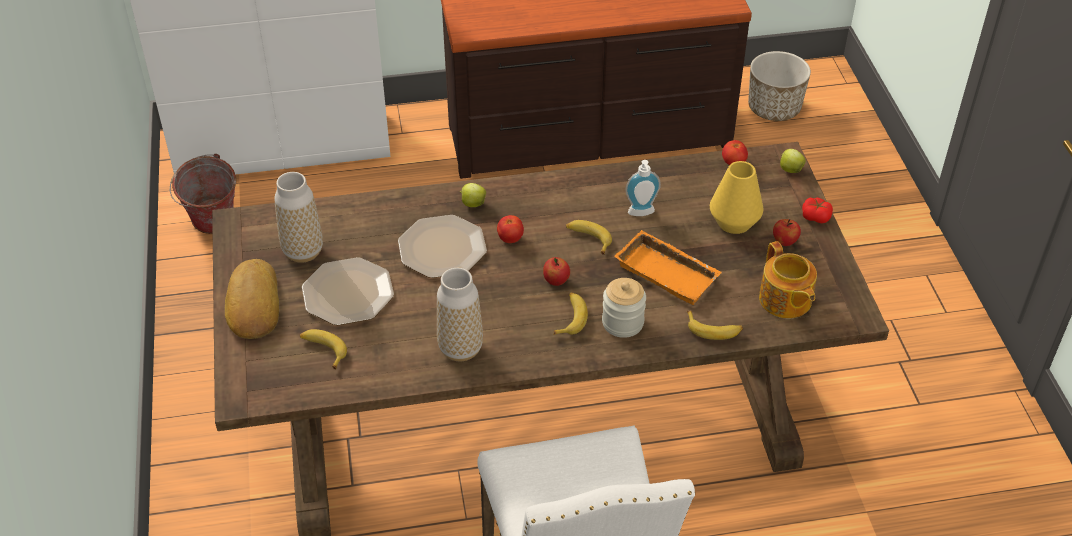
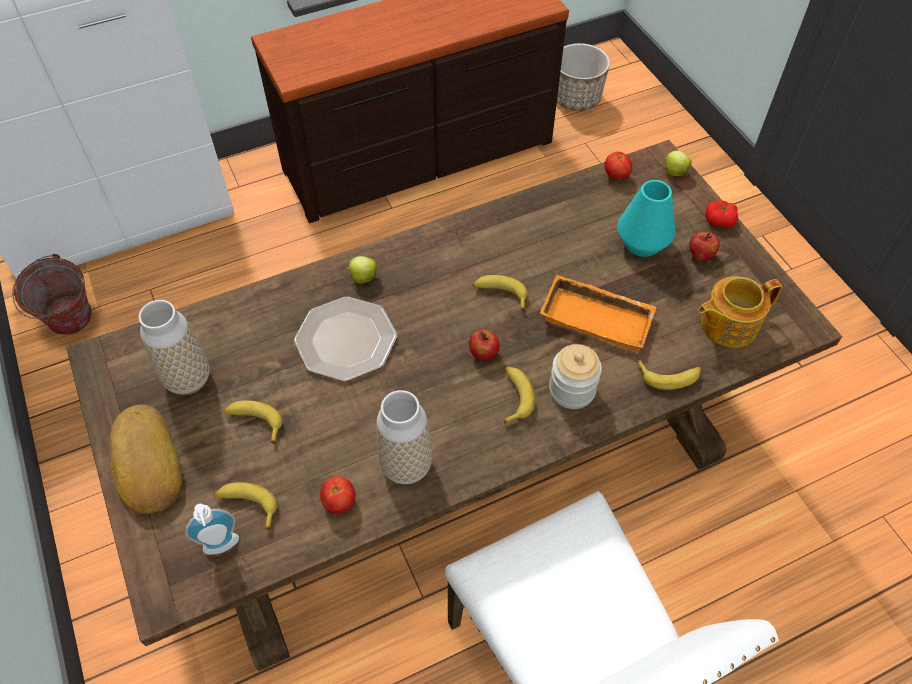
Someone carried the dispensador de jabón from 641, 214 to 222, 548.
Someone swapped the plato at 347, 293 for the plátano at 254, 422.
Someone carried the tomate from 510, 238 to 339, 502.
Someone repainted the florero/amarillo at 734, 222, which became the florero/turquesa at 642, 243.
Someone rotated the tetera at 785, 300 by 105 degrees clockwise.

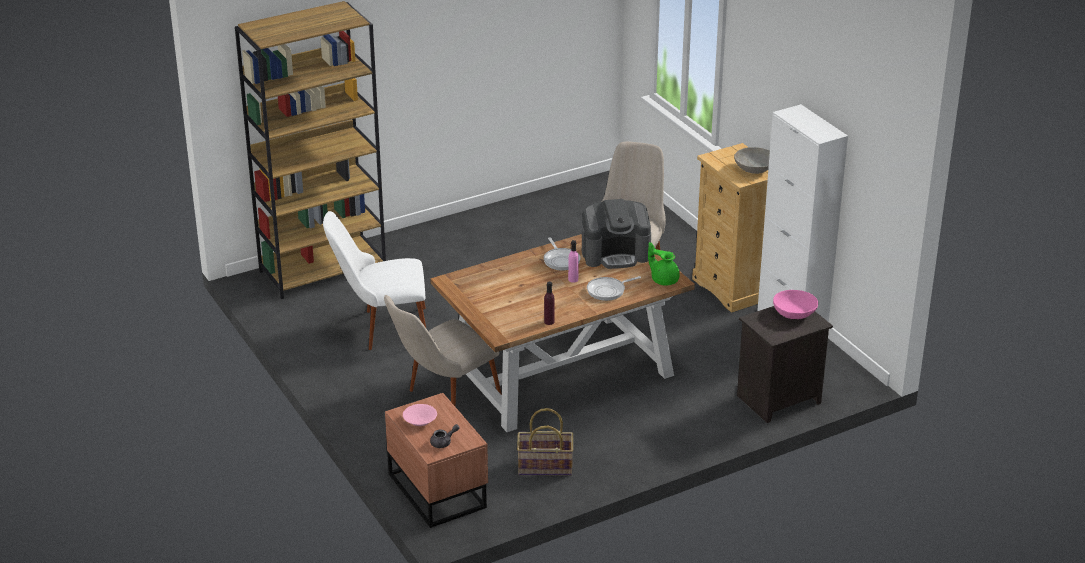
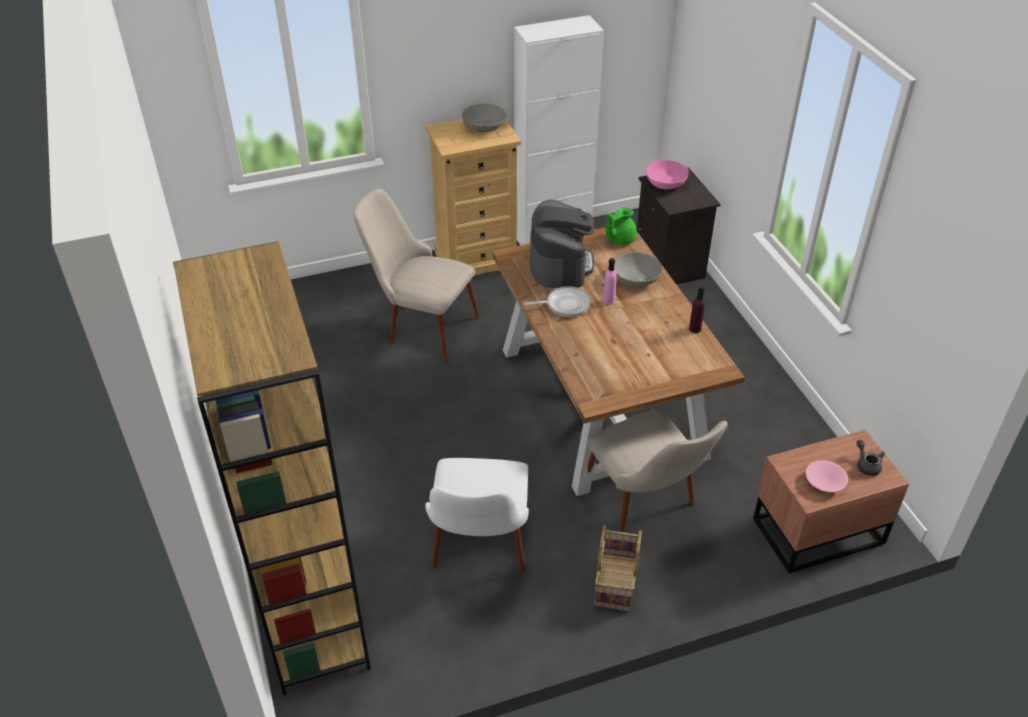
Someone carried the cesta from 544, 467 to 616, 583.
Someone swapped the sartén at 608, 291 for the cuenco/gris at 636, 279.

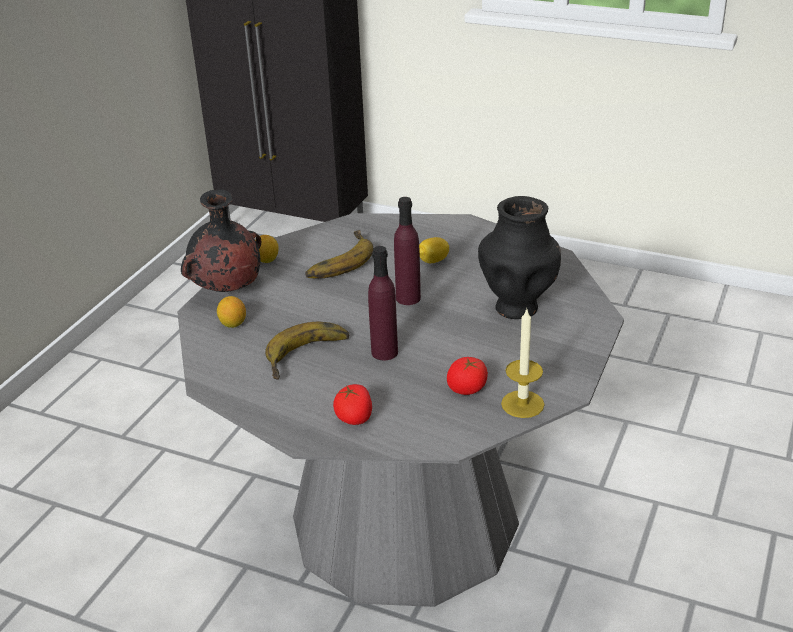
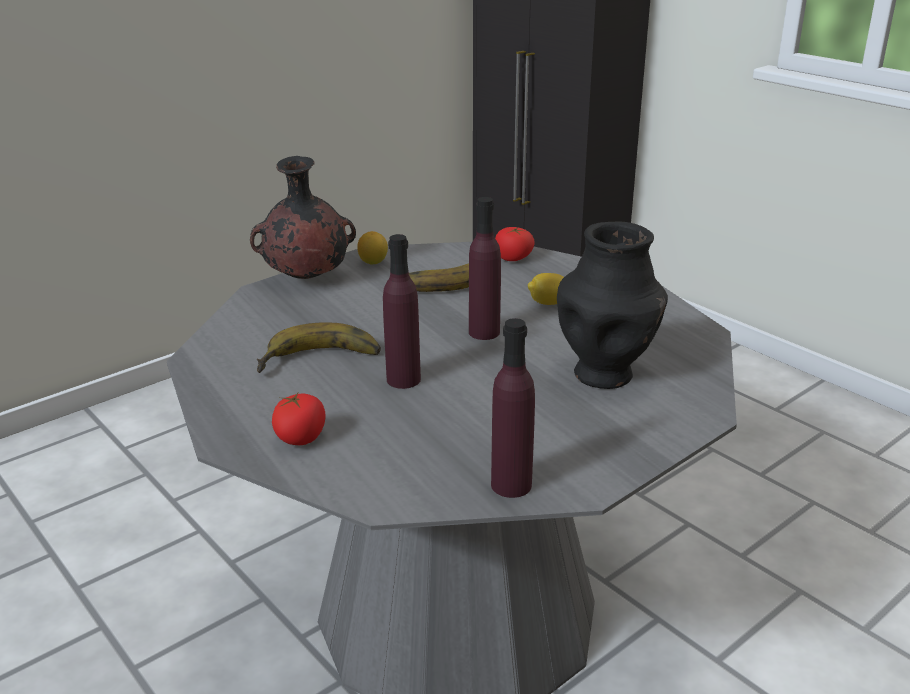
Someone swapped the vela at 522, 404 for the botella/morado at 511, 485.
Someone carried the tomate from 467, 389 to 513, 258.
Someone took away the limón at 233, 324.

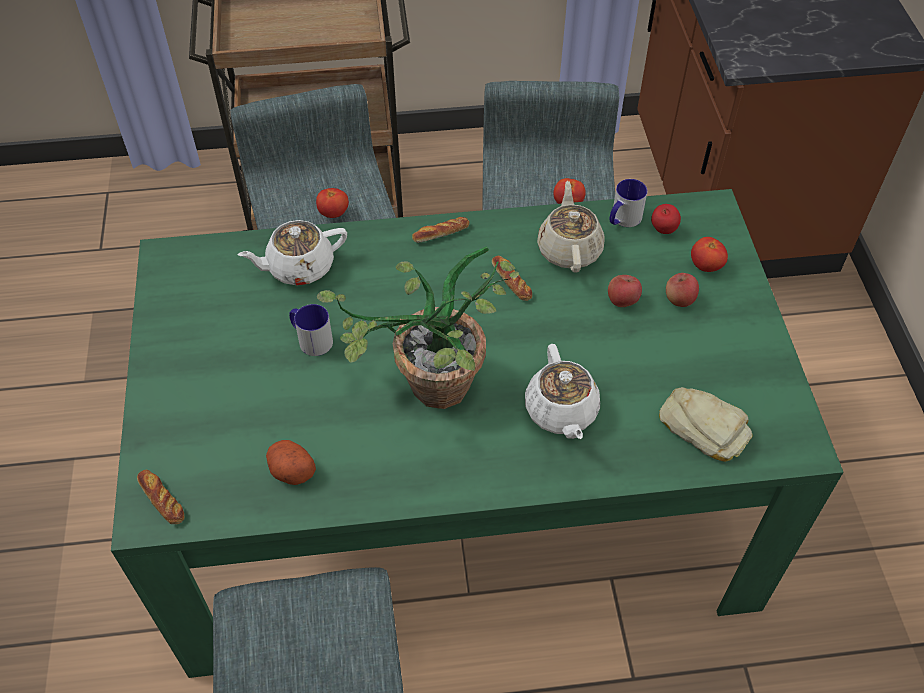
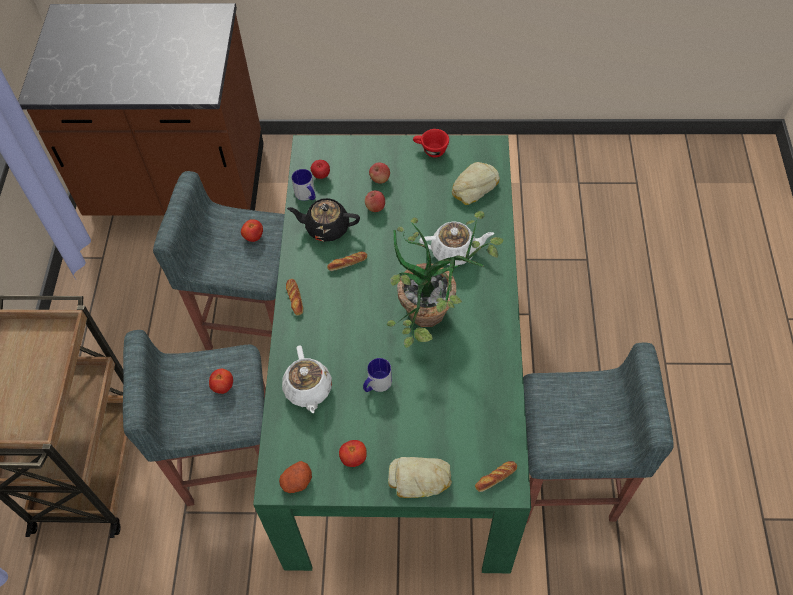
Someone carried the patata from 291, 470 to 297, 482.
Someone repainted the tetera/beis at 569, 249, which became the tetera/negro at 326, 227.
Someone carried the tomate from 705, 266 to 353, 458.
Someone put down the pan at 420, 480.
Someone put down the taza/rojo at 430, 150.

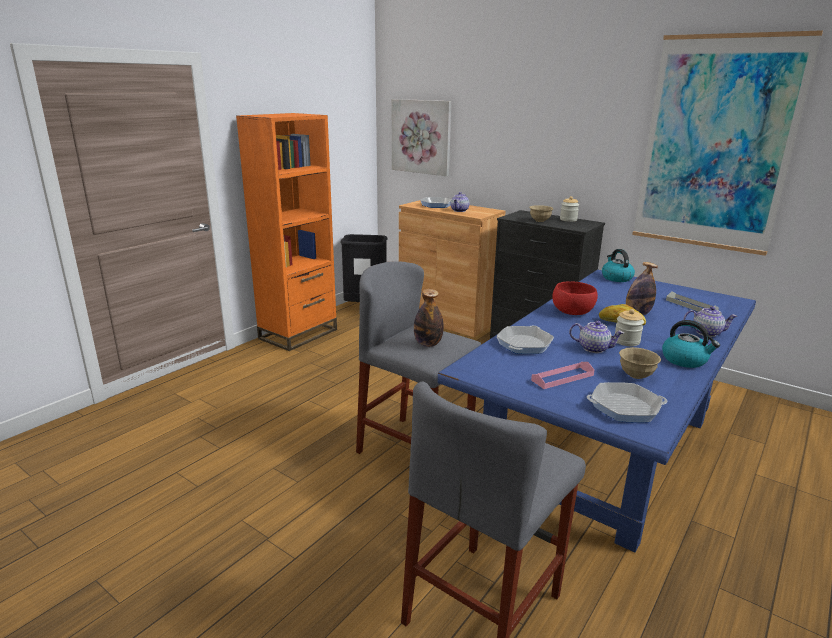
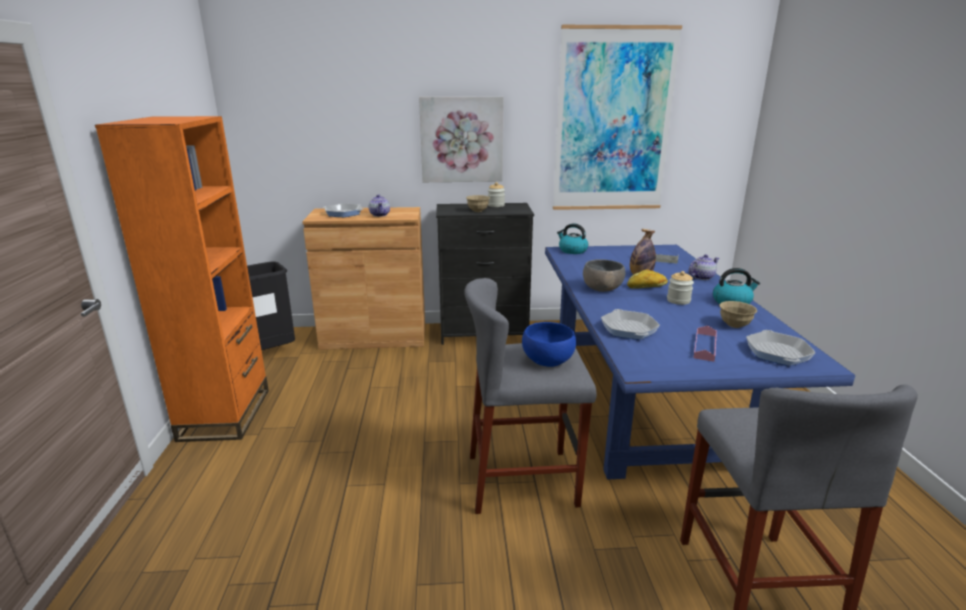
Someone carried the cuadro from 421, 137 to 461, 140.
Someone swapped the botella at 428, 344 for the cuenco/azul at 547, 360.
Someone repainted the cuenco/rojo at 572, 312, which became the cuenco/gris at 602, 288.
Someone rotated the sartén at 625, 407 by 45 degrees counterclockwise.
Someone took away the tetera at 594, 348.

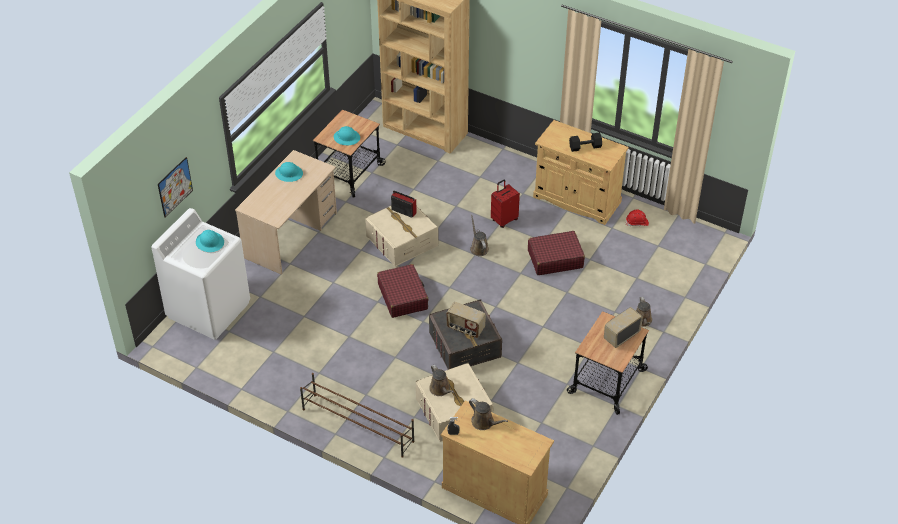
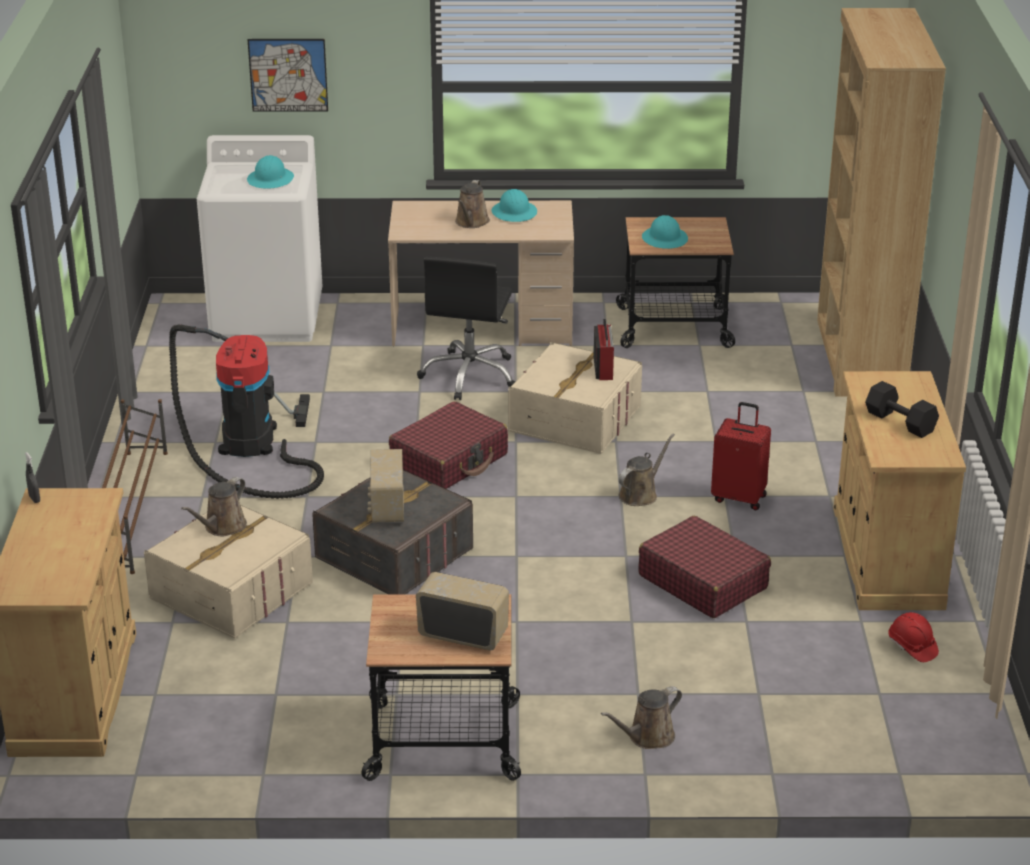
Someone put down the aspiradora at 249, 445.
Someone put down the silla de oficina/negro at 470, 375.
Someone carried the regadera/marrón from 484, 422 to 471, 222.

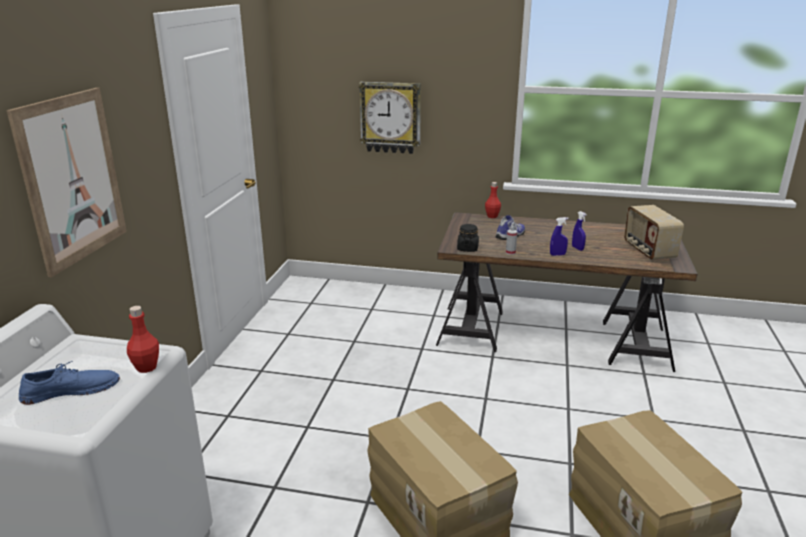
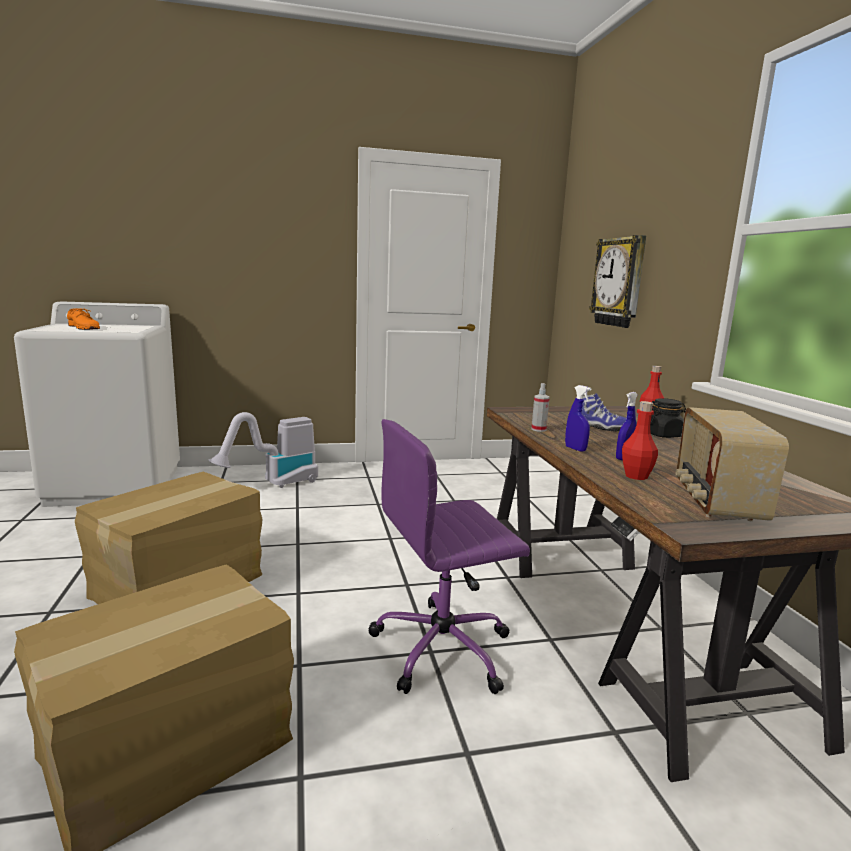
Someone repainted the zapato/azul at 71, 390, which became the zapato/naranja at 84, 327.
Someone put down the aspiradora at 274, 484.
Someone put down the silla de oficina/morado at 444, 648.
Someone carried the botella/rojo from 146, 367 to 636, 476.
Someone carried the tarro/negro from 467, 248 to 663, 435.
Someone rotated the radio at 648, 251 by 45 degrees counterclockwise.
Someone took away the cuadro at 72, 179.

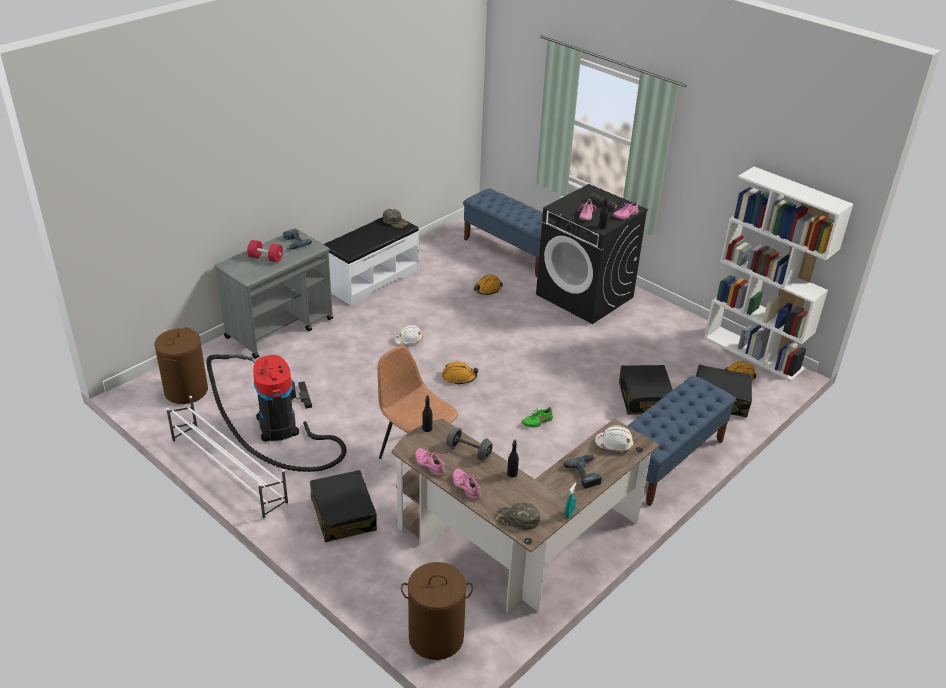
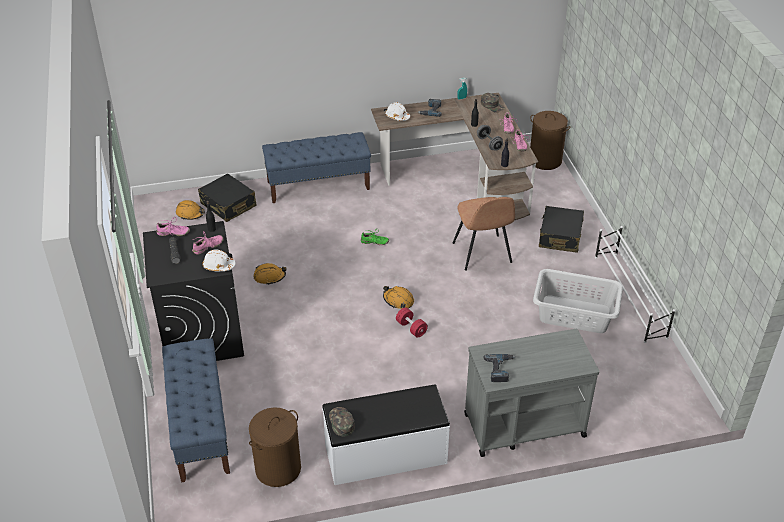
Someone carried the casco/blanco from 409, 340 to 218, 266.
Someone carried the cesto de la ropa/marrón from 186, 390 to 278, 469.
Someone carried the casco/naranja from 487, 289 to 269, 277.
Someone carried the mancuerna/rojo from 266, 258 to 411, 328.
Someone swapped the aspiradora at 280, 429 for the cesto de la ropa/gris at 575, 315.
Someone took away the maleta/negro at 644, 398.
Someone took away the estantería/blanco at 754, 353.

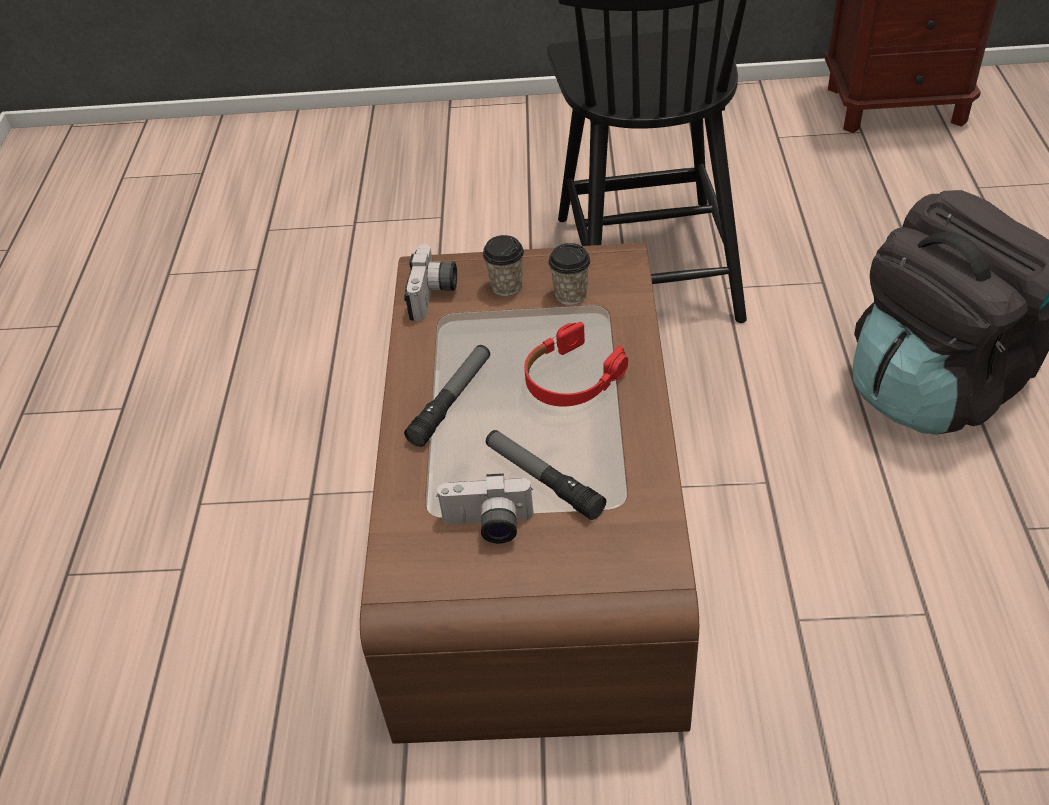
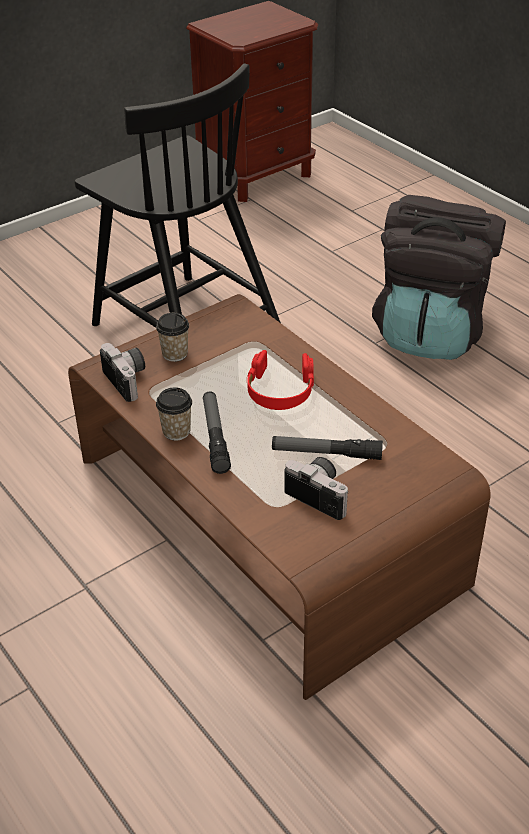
Someone carried the taza from 570, 295 to 176, 431.
Someone rotated the cámara at 488, 526 by 105 degrees counterclockwise.

